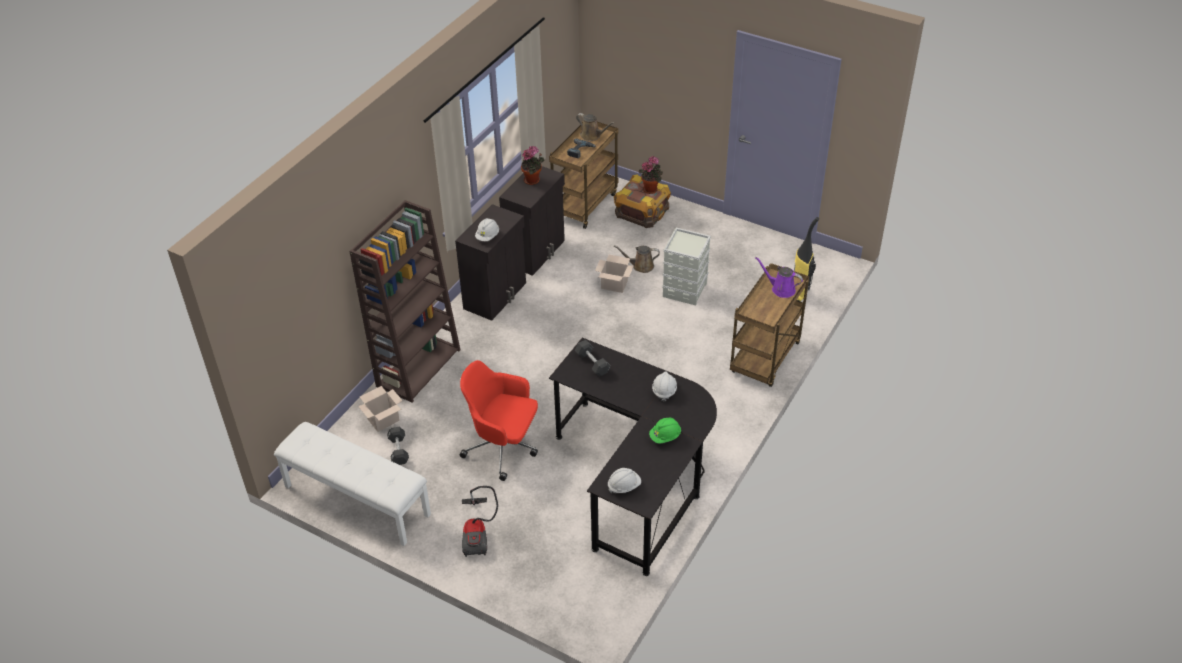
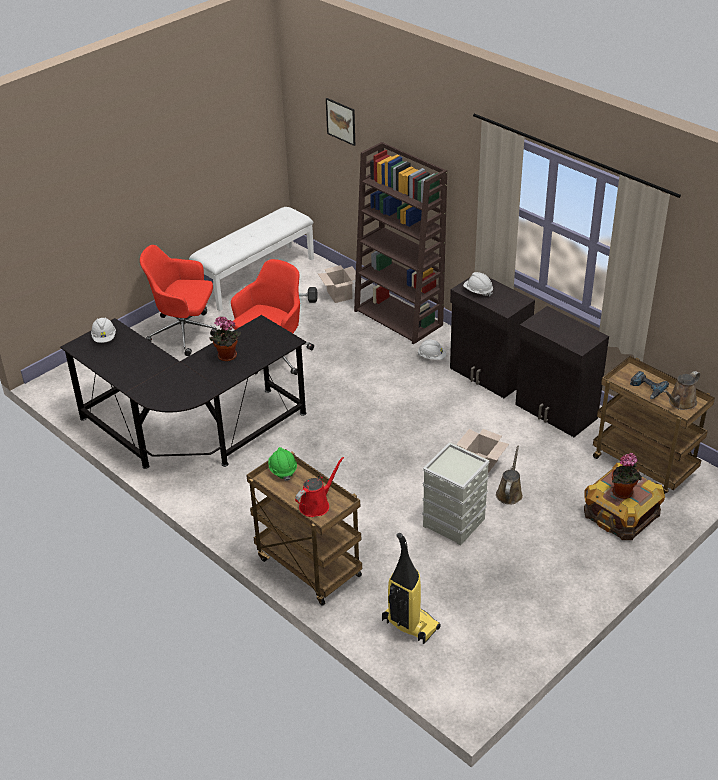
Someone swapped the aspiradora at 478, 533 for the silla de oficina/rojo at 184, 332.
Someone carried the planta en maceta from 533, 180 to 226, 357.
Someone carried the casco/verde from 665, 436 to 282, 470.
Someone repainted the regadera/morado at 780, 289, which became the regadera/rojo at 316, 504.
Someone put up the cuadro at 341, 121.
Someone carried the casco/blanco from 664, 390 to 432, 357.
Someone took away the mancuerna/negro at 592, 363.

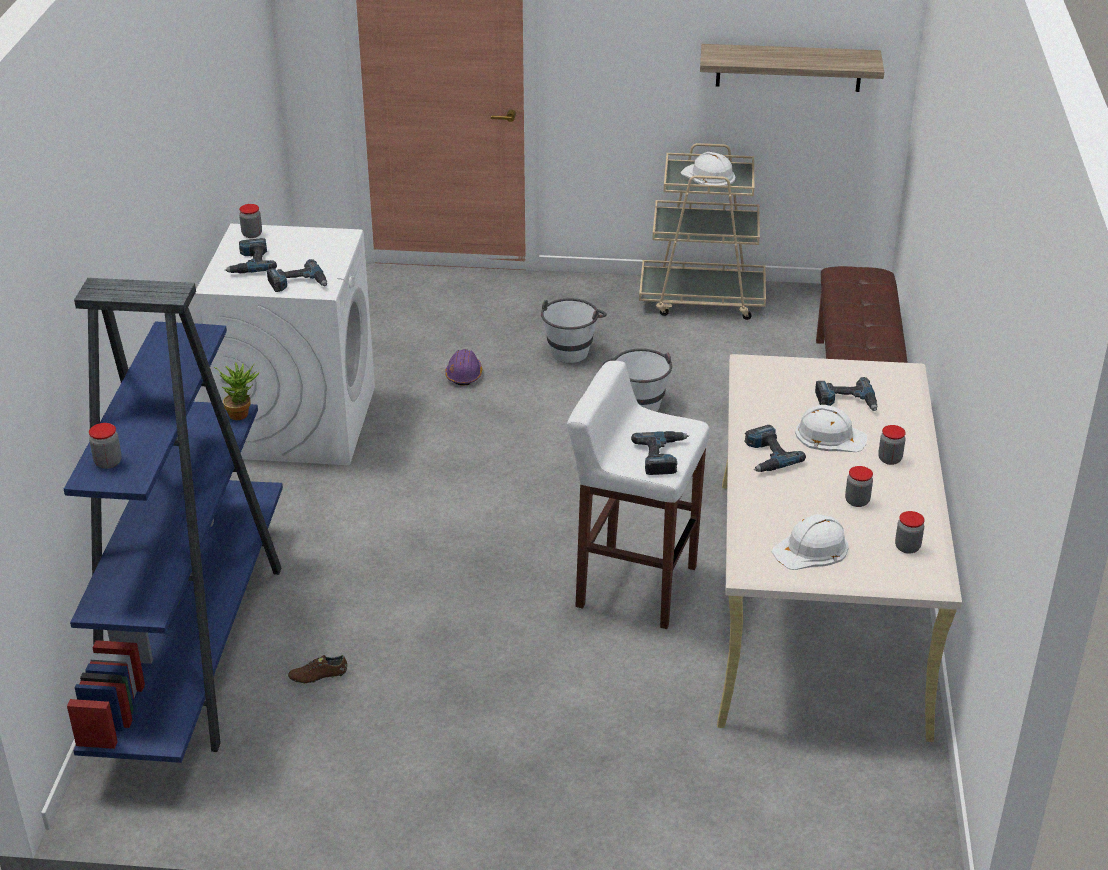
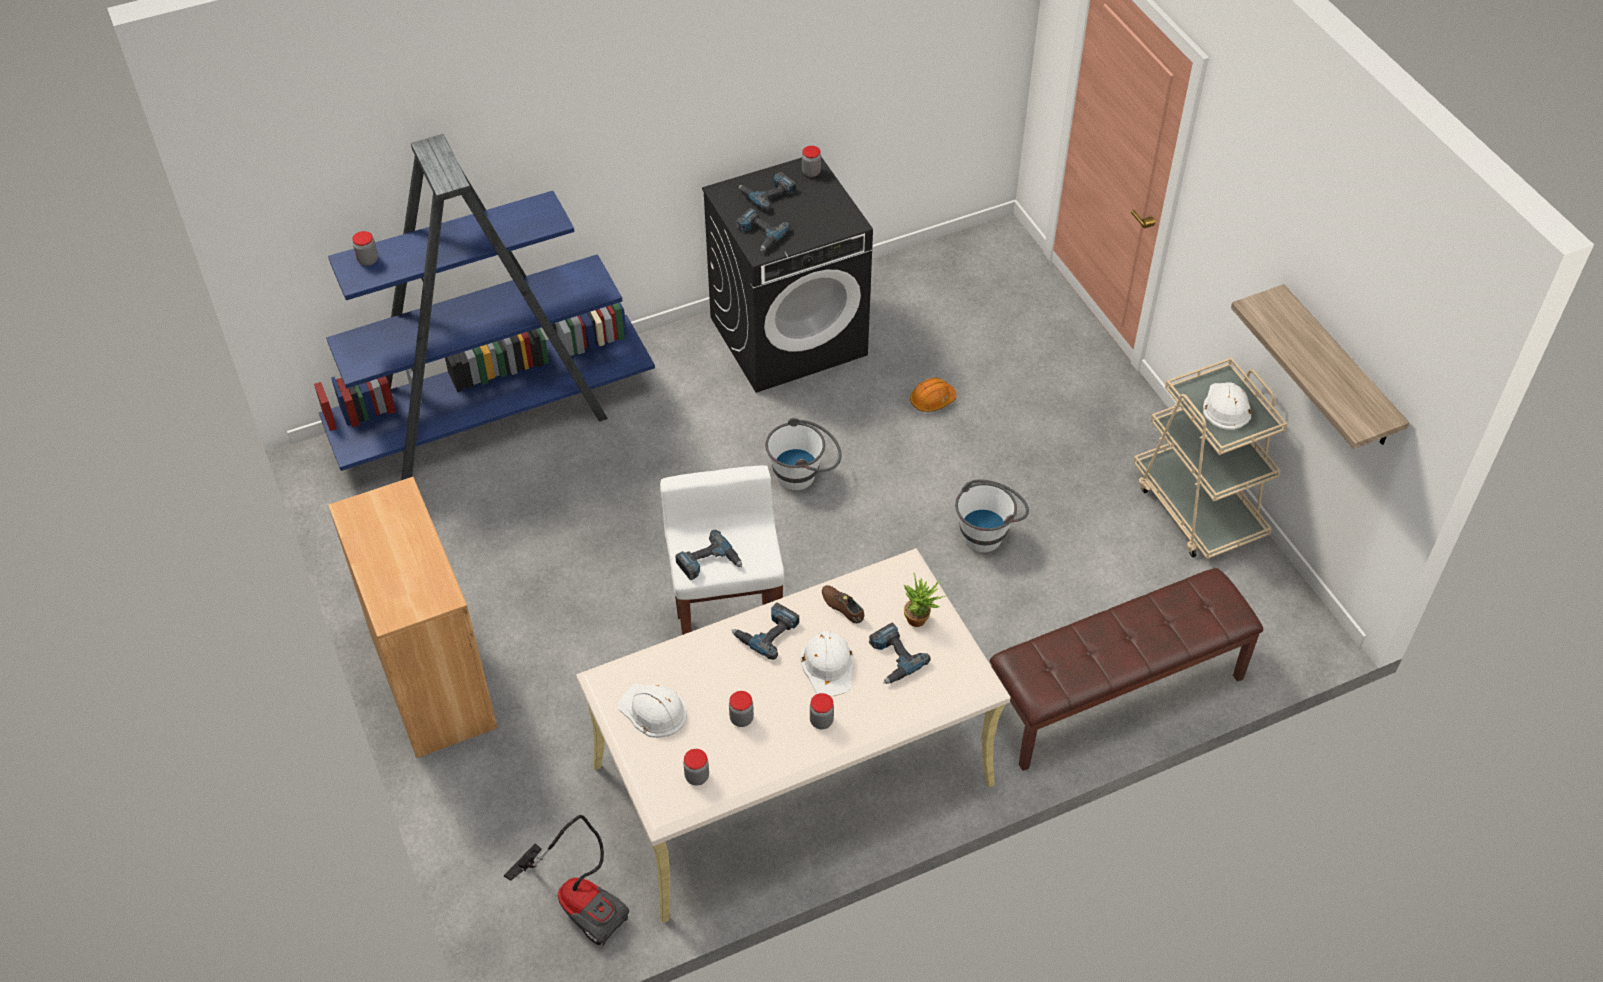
Someone put down the armario/marrón at 432, 678.
Someone put down the aspiradora at 580, 900.
Someone repainted the lavadora/blanco at 300, 421, which became the lavadora/negro at 789, 335.
Someone carried the cubo/blanco from 572, 348 to 804, 474.
Someone carried the zapato/marrón from 318, 676 to 842, 607.
Someone carried the planta en maceta from 242, 413 to 920, 620.
Someone repainted the casco/morado at 464, 375, which became the casco/naranja at 932, 400.

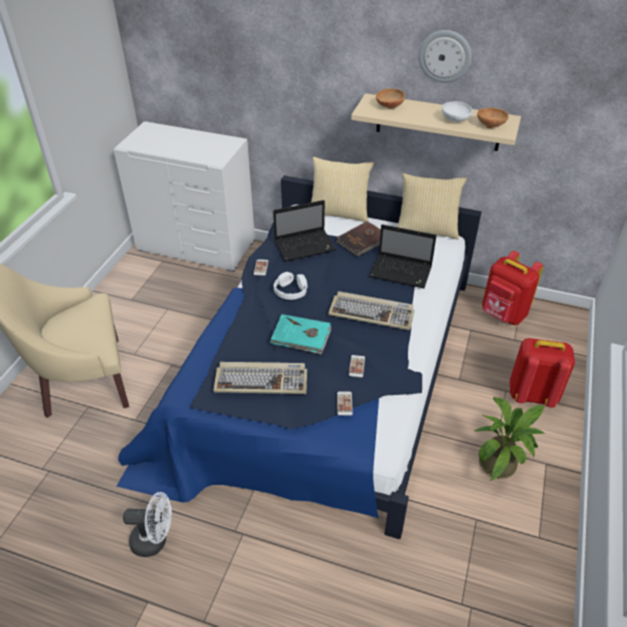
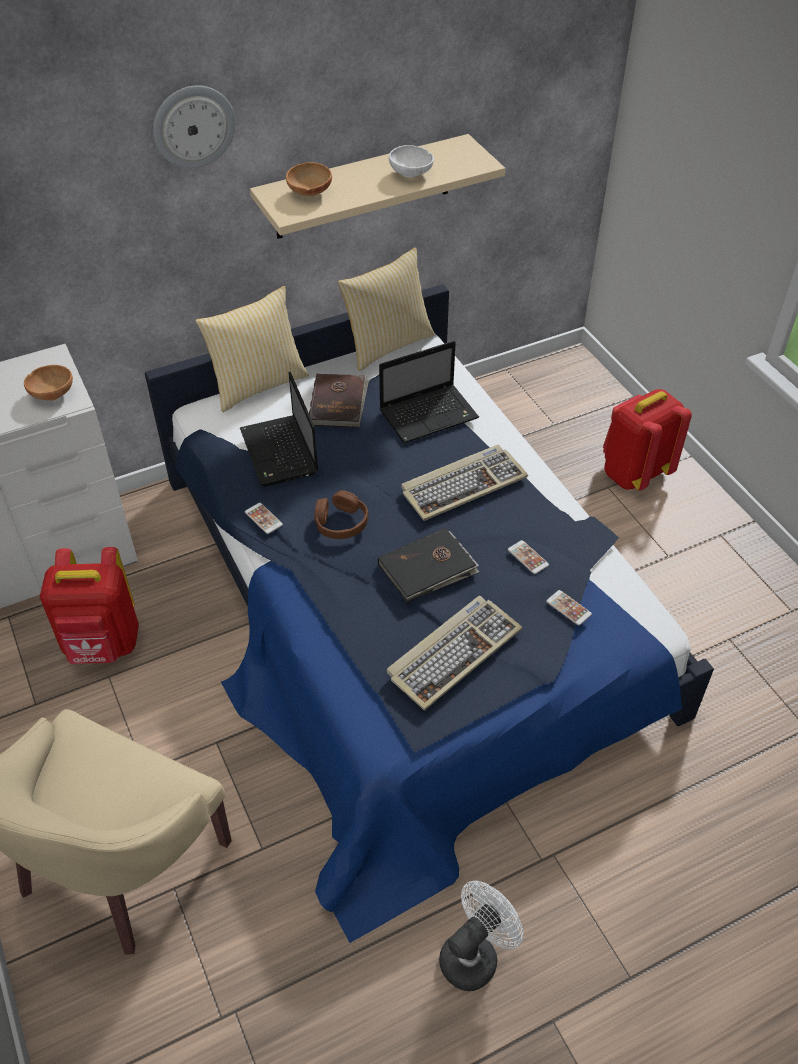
Someone carried the cuenco/marrón from 490, 125 to 52, 393.
Someone carried the mochila/rojo from 503, 315 to 103, 645.
Someone carried the reloj de pared from 445, 56 to 193, 126.
Someone rotated the portátil at 306, 246 by 135 degrees clockwise.
Someone repainted the auriculares/blanco at 291, 291, which became the auriculares/marrón at 341, 522.
Someone repainted the libro/turquesa at 301, 336, which became the libro/negro at 428, 568.
Someone took away the planta en maceta at 501, 463.

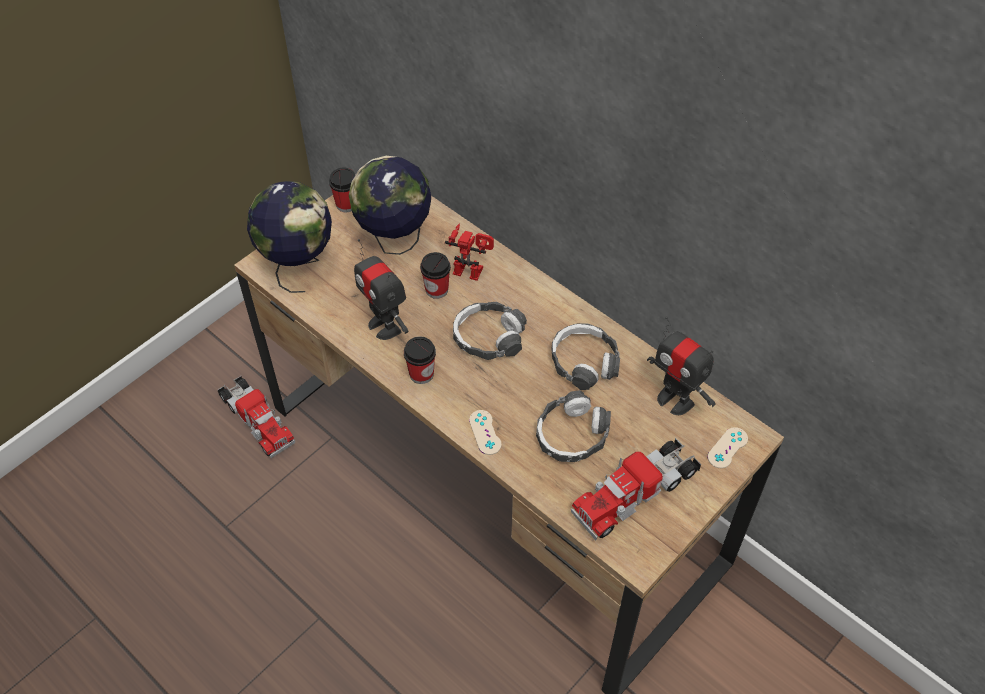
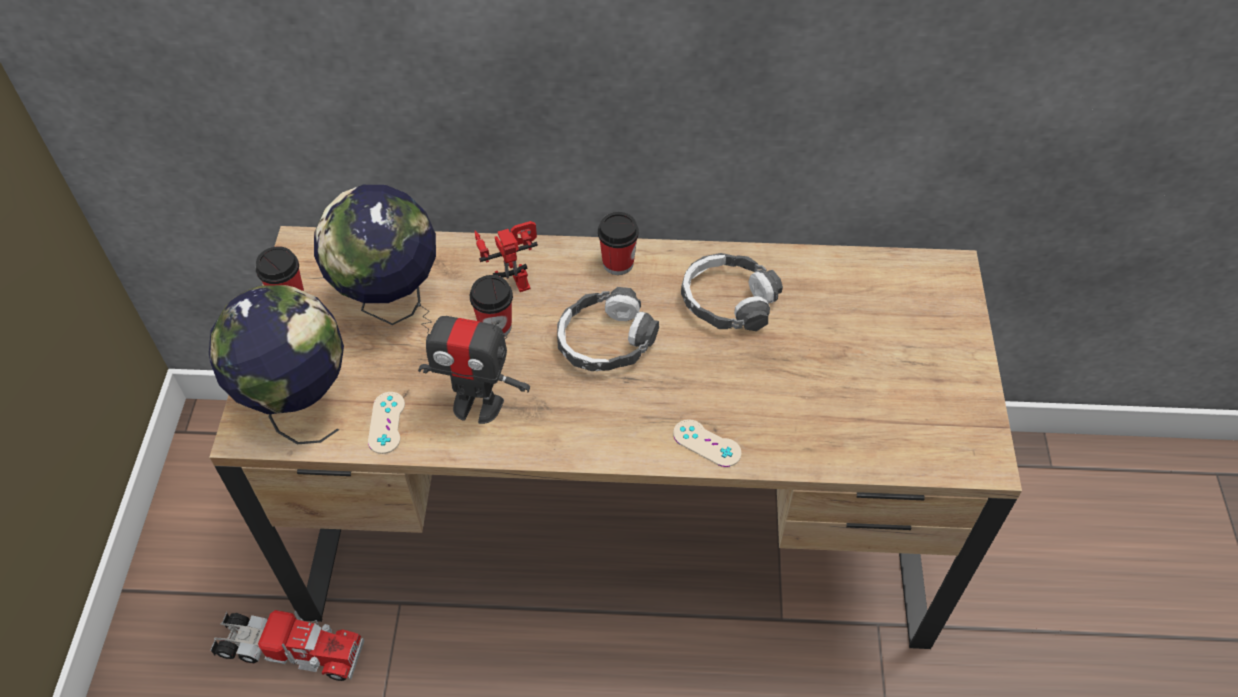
Someone carried the mando de consola/beis from 727, 448 to 386, 422.
Someone carried the taza from 421, 374 to 618, 263.
Someone took away the auriculares at 572, 435.
Someone took away the camión de juguete at 635, 492.
Someone took away the robot de juguete at 675, 400.

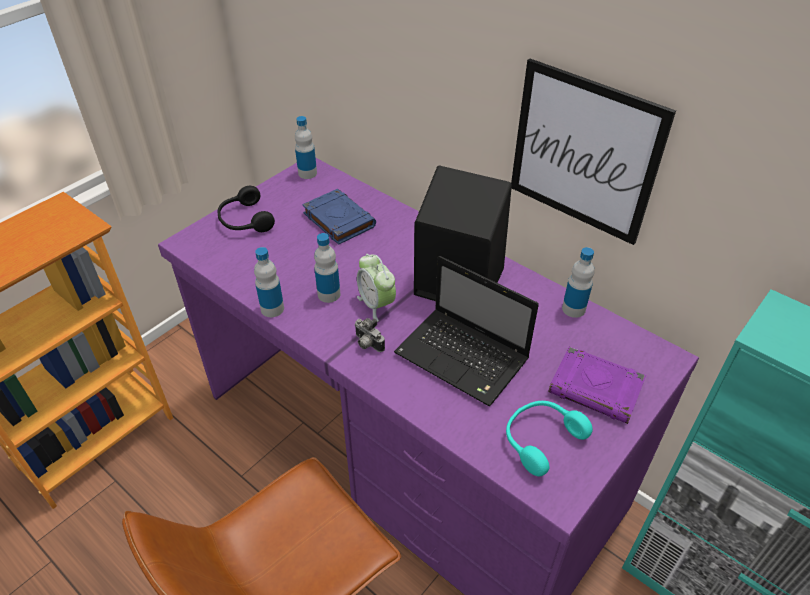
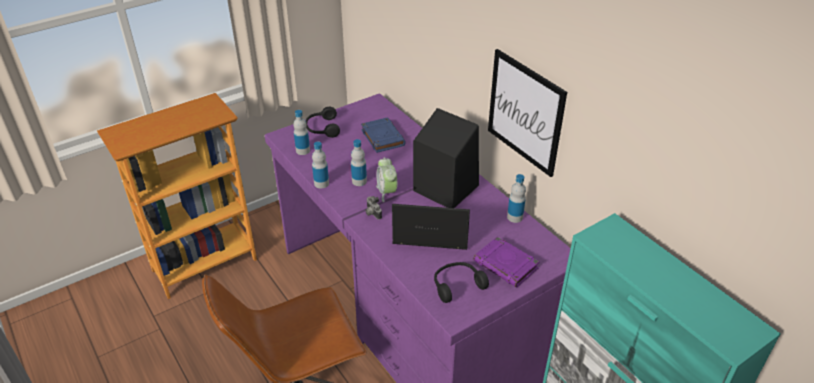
Someone carried the botella from 307, 173 to 303, 150.
Someone rotated the portátil at 464, 358 by 135 degrees clockwise.
Someone repainted the auriculares/turquesa at 540, 439, which became the auriculares/negro at 457, 285.

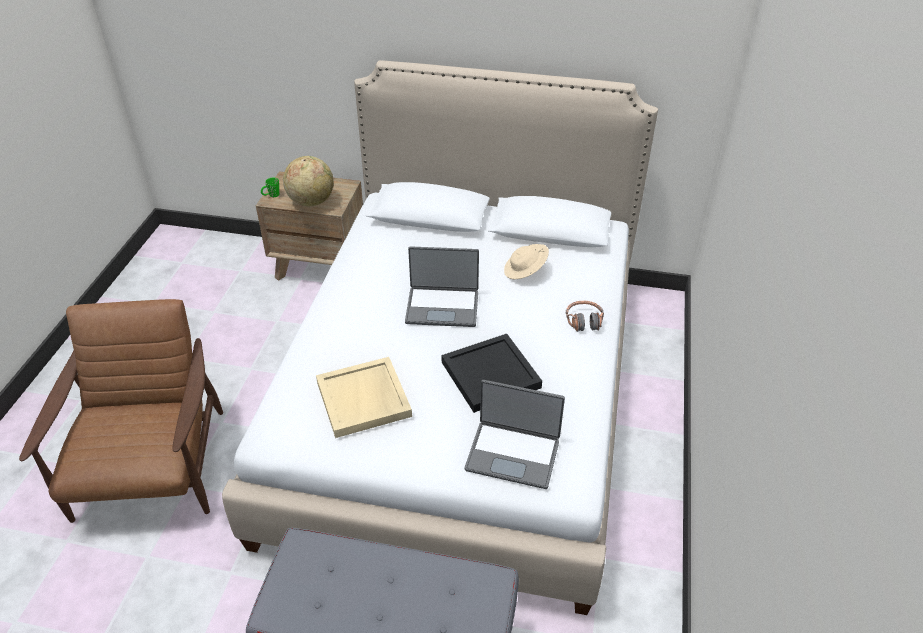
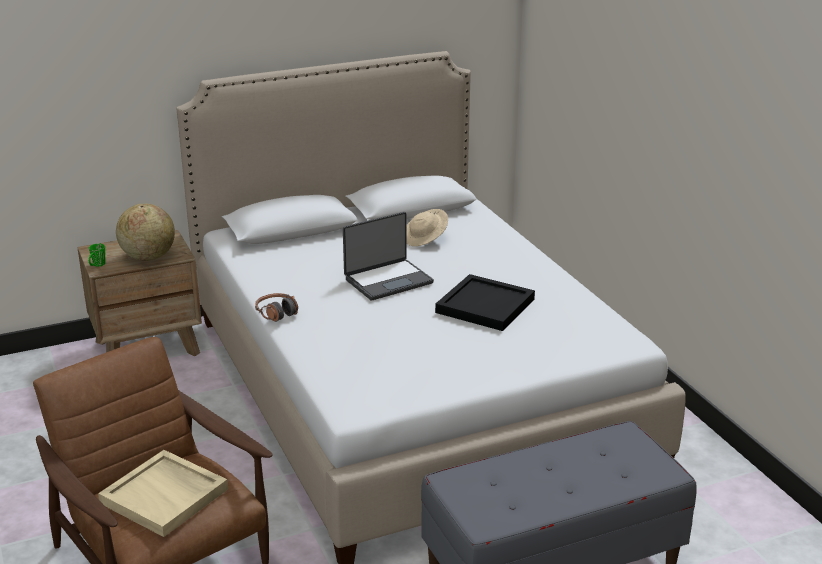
Someone carried the bandeja/beis from 364, 399 to 165, 496.
Someone carried the auriculares from 584, 321 to 277, 313.
Someone took away the portátil at 513, 454.

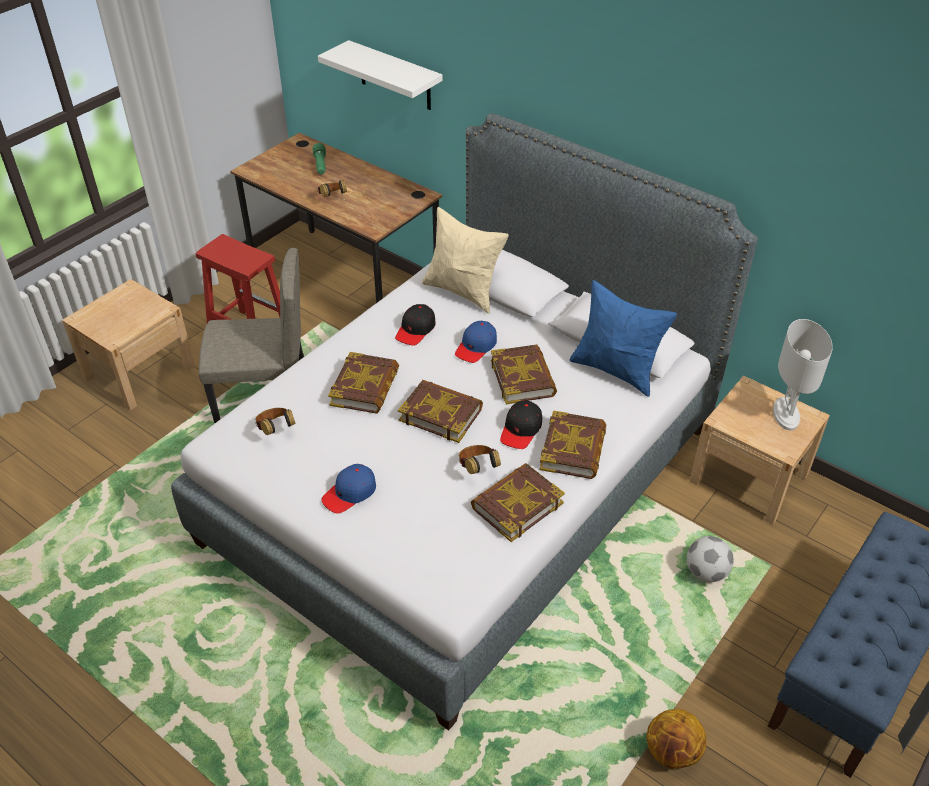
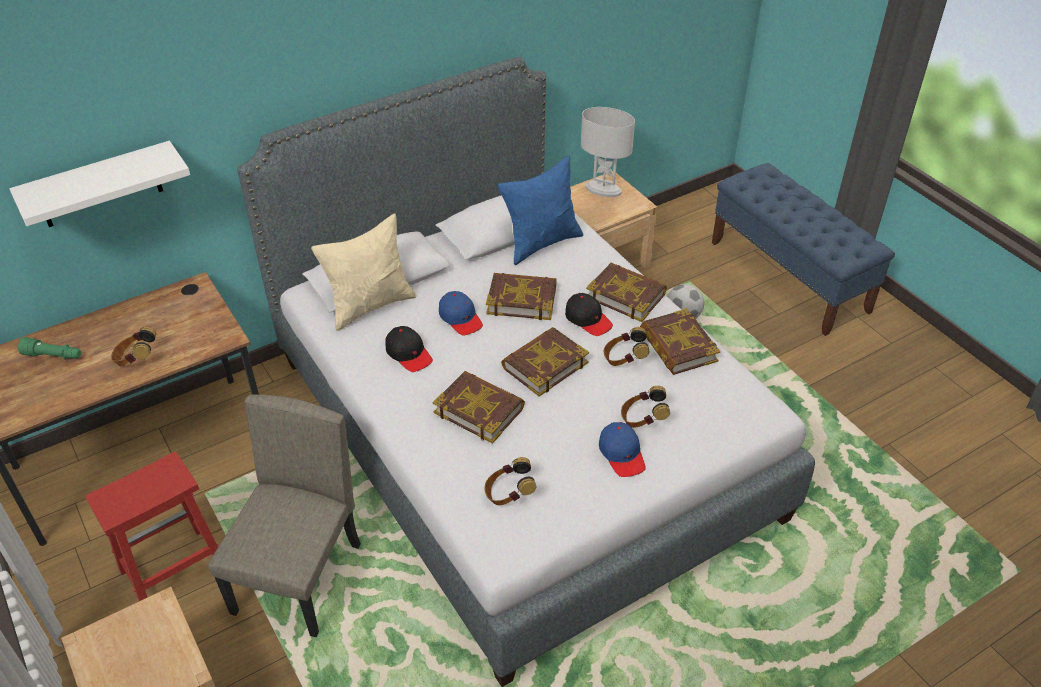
Someone put down the auriculares at 642, 419.
Someone took away the balón de baloncesto at 672, 752.

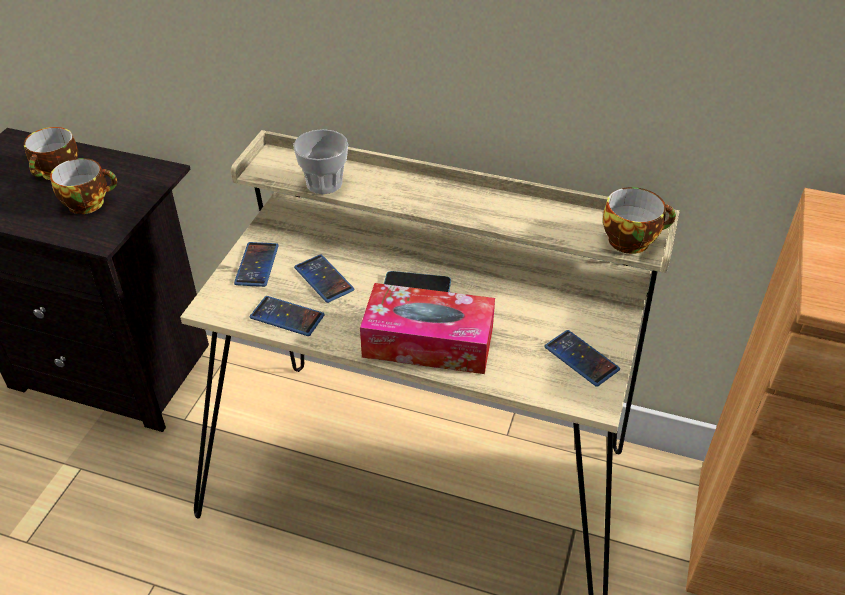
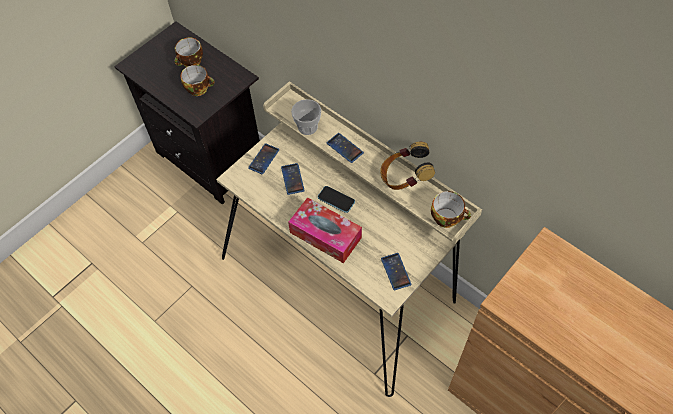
Someone carried the móvil from 287, 316 to 345, 148.
Someone put down the auriculares at 404, 178.

